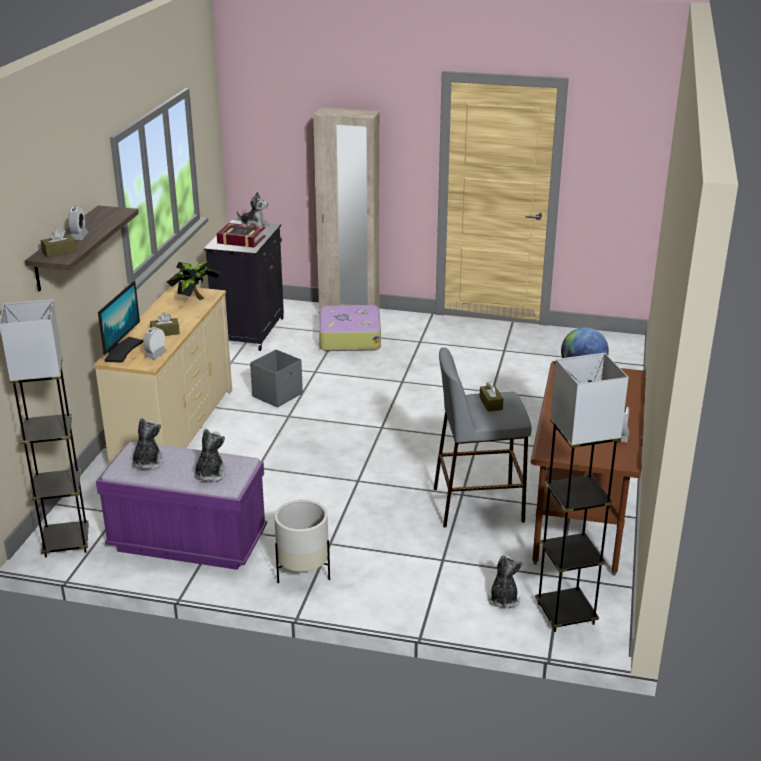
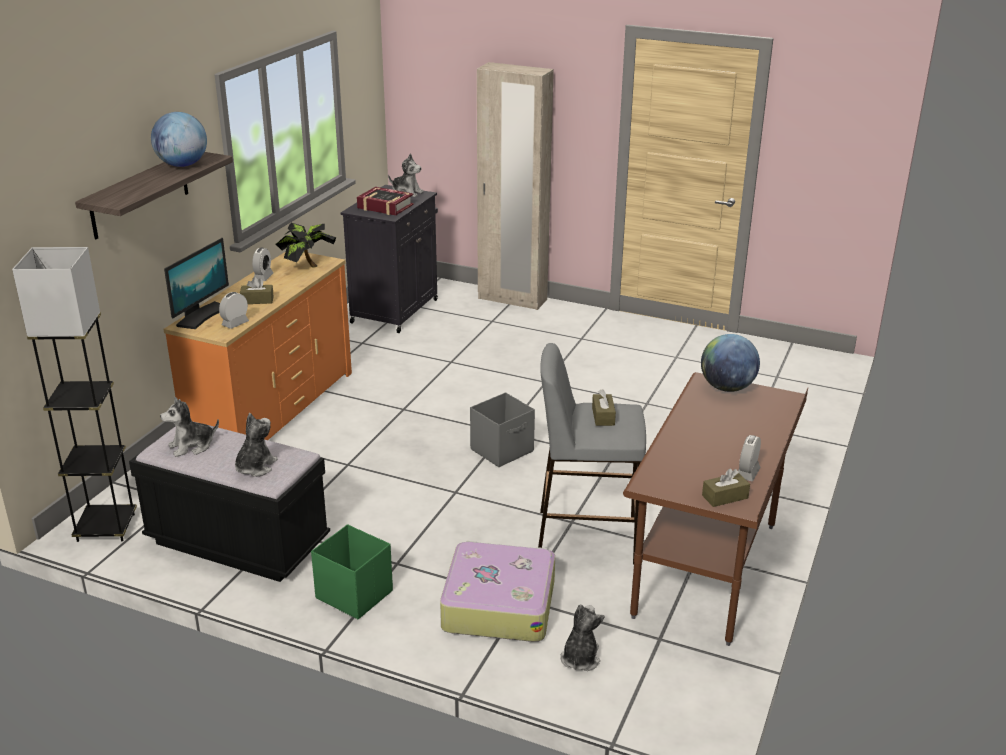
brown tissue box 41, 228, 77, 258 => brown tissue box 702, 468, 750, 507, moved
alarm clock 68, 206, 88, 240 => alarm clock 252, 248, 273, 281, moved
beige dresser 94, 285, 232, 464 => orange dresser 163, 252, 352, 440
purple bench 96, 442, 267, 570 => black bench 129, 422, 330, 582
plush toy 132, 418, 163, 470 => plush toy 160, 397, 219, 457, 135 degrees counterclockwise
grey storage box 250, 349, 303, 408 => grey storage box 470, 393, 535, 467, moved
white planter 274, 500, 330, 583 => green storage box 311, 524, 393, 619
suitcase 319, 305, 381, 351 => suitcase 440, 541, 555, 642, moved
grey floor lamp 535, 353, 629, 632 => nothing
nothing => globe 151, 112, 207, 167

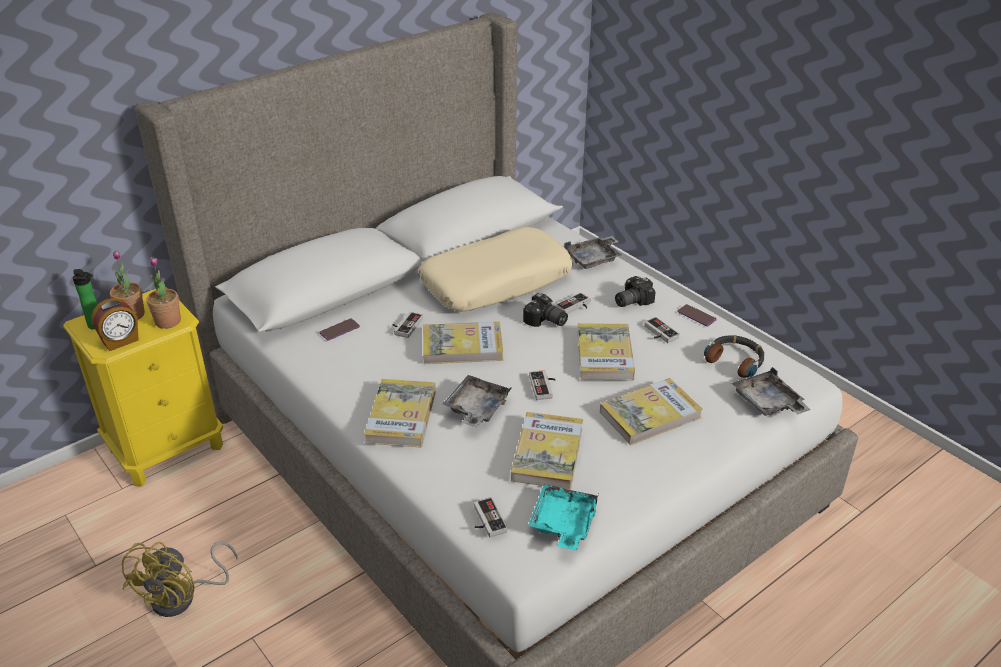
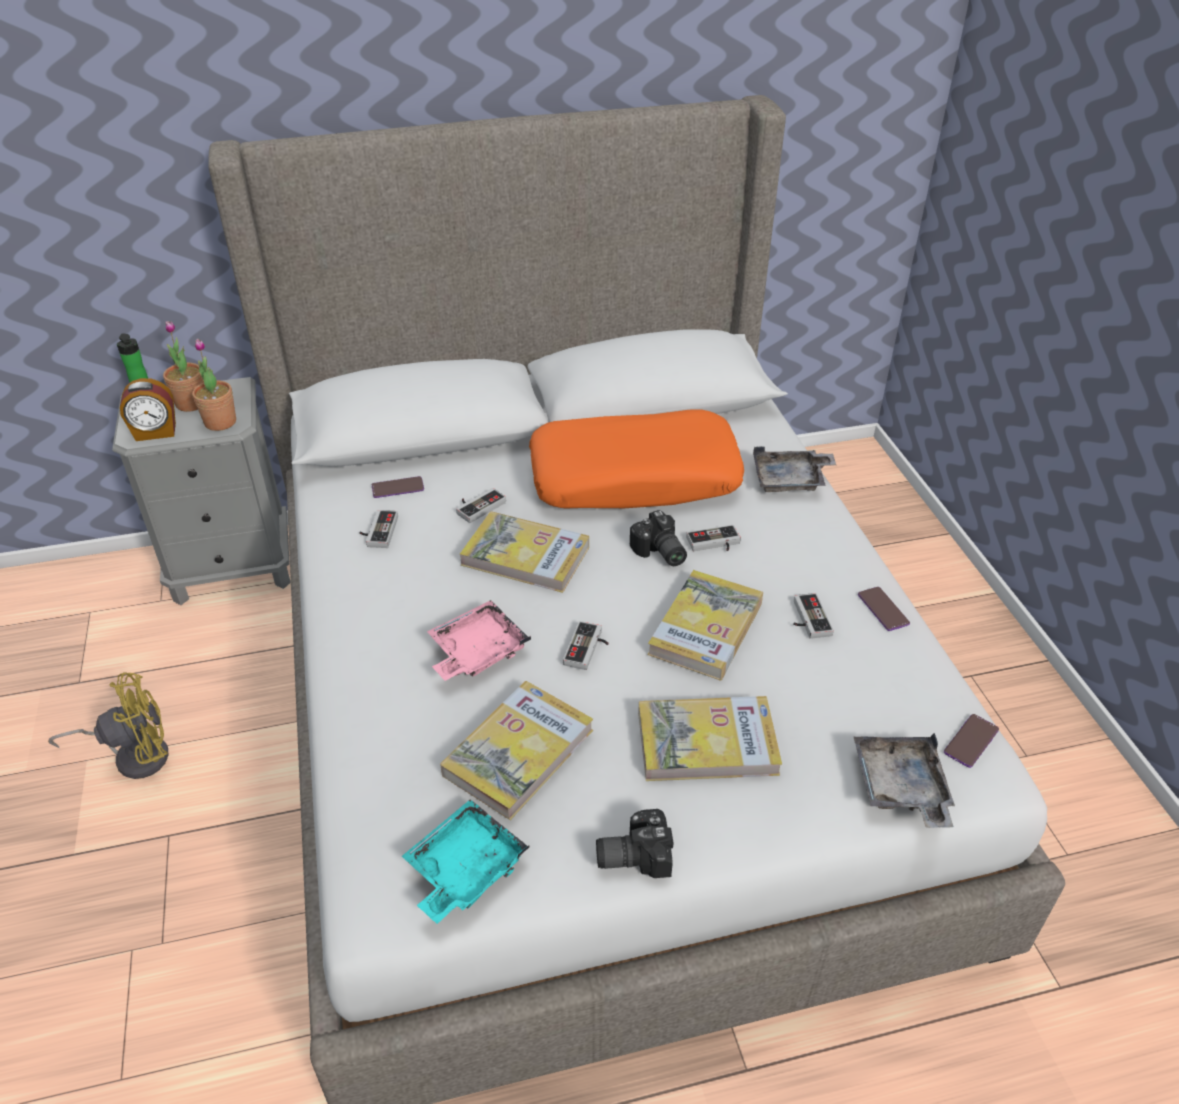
yellow nightstand 63, 287, 223, 486 => grey nightstand 112, 377, 291, 605
yellow fan 122, 541, 237, 617 => yellow fan 48, 672, 168, 779, 150 degrees counterclockwise
book 364, 379, 436, 448 => nothing
beige pillow 419, 227, 573, 312 => orange pillow 529, 410, 744, 509
grey tray 443, 375, 512, 427 => pink tray 427, 600, 531, 681
game controller 474, 497, 508, 538 => game controller 359, 510, 398, 548, moved
photo camera 615, 276, 656, 307 => photo camera 596, 809, 674, 878, moved
headphones 704, 335, 764, 378 => nothing
nothing => phone 944, 714, 999, 768

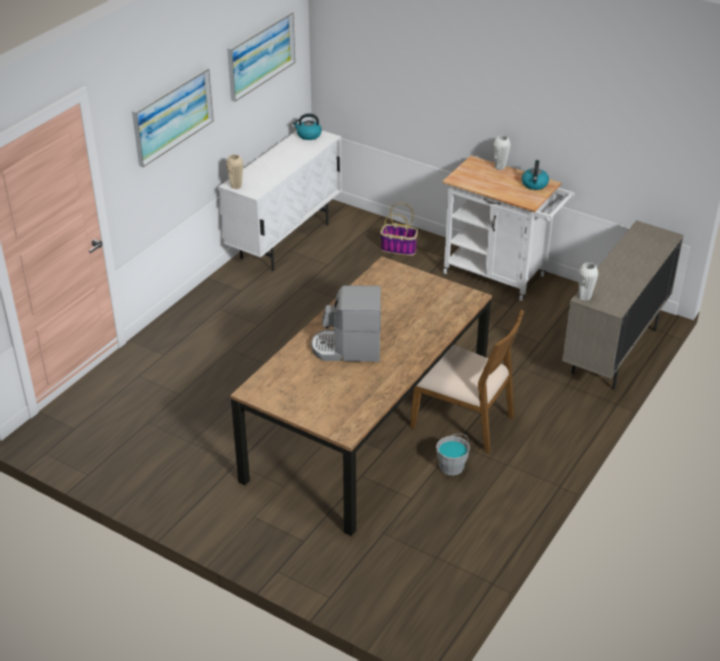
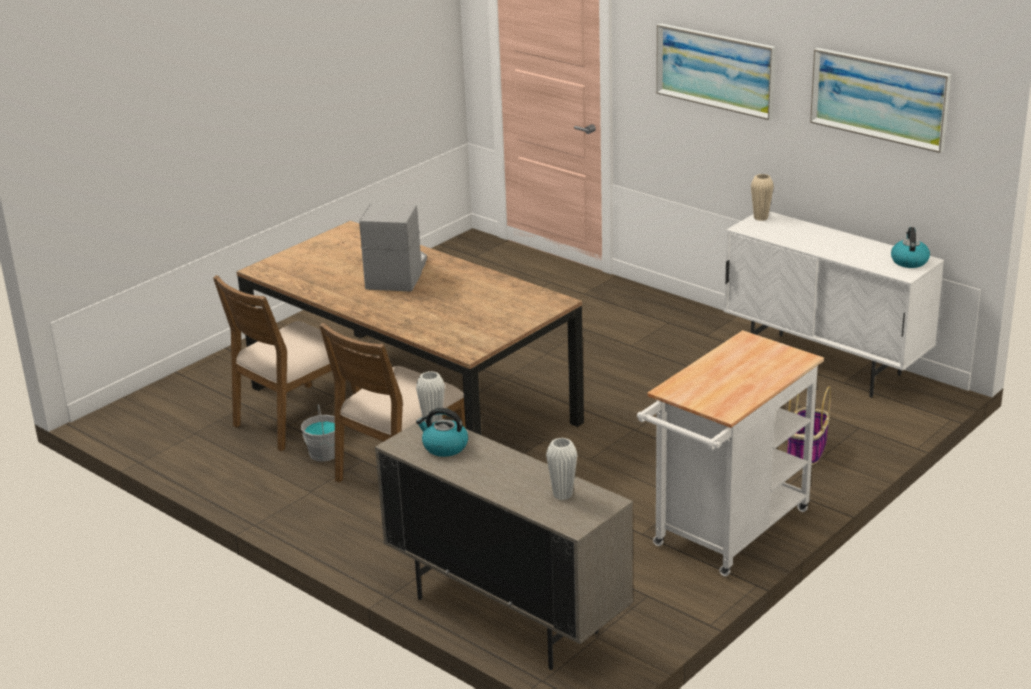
white vase 494, 135, 511, 170 => white vase 546, 438, 577, 500, moved
kettle 522, 160, 549, 190 => kettle 416, 408, 468, 457, moved
nothing => brown chair 213, 275, 361, 451

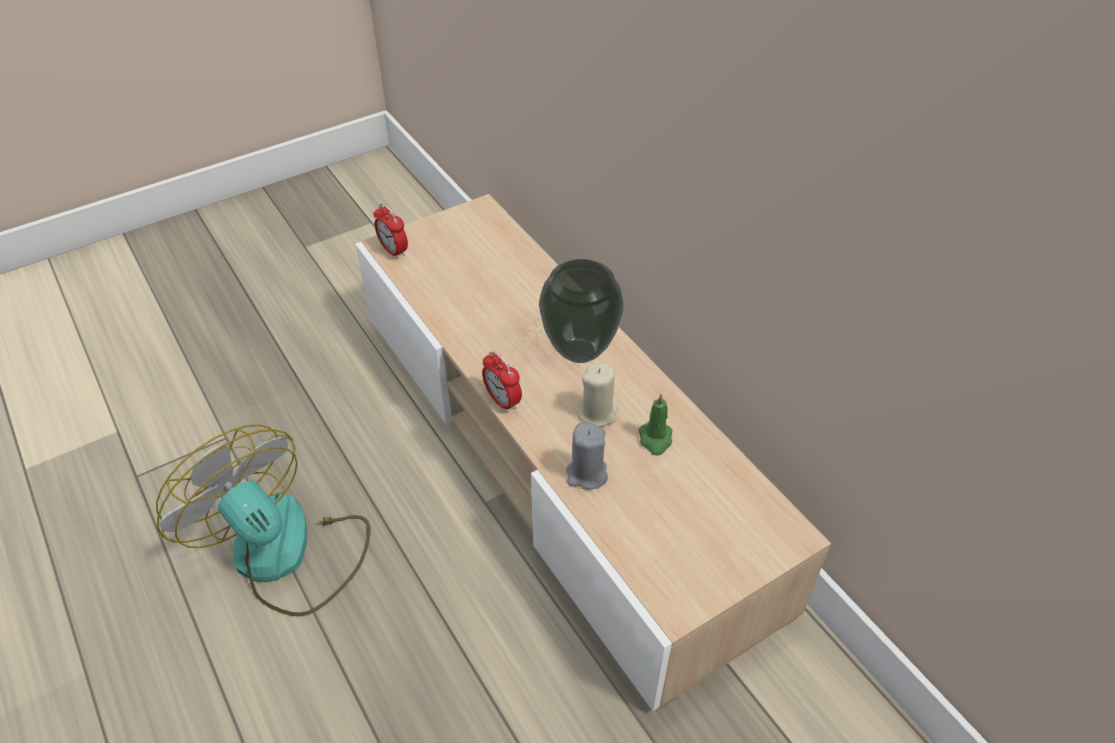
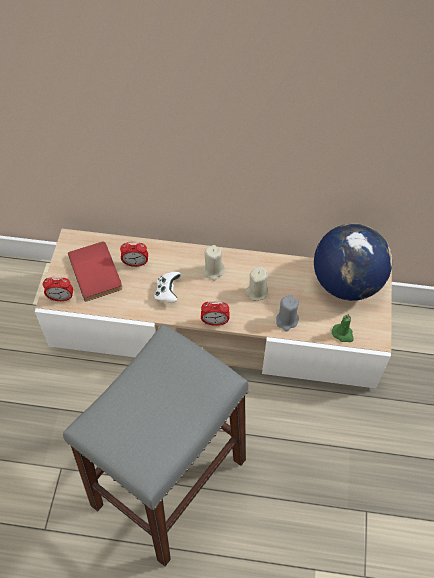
fan 156, 424, 370, 617 => grey stool 63, 324, 248, 566
vase 539, 259, 624, 363 => beige candle 203, 245, 225, 281
green candle 638, 394, 672, 456 => green candle 332, 314, 354, 342, moved
nothing => red book 68, 242, 122, 302
nothing => alarm clock 120, 242, 148, 267
nothing => white game controller 154, 272, 181, 303
nothing => globe 314, 223, 392, 301

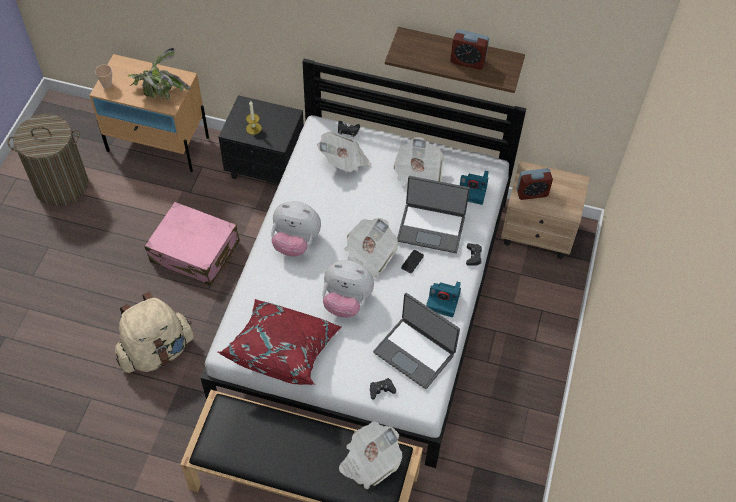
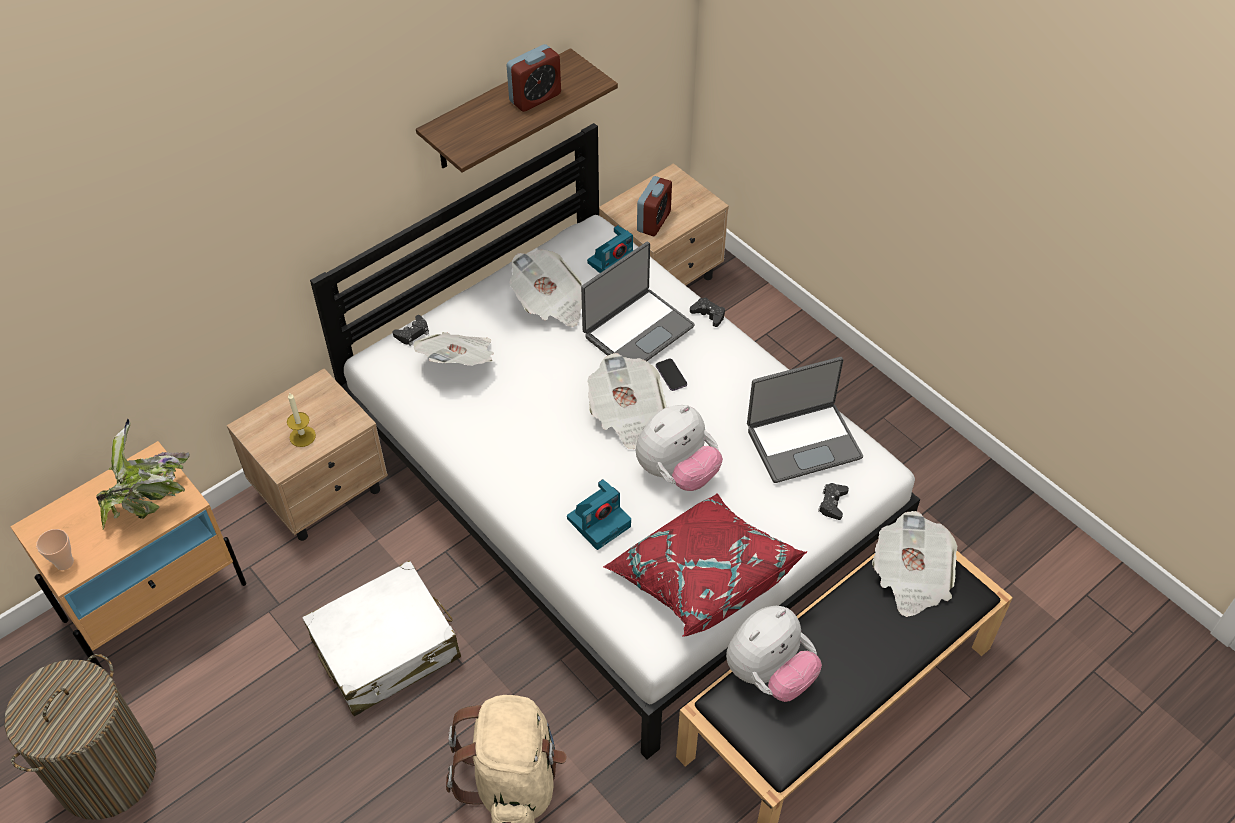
pink suitcase 145, 202, 240, 286 => white suitcase 302, 560, 461, 716
black nightstand 218, 95, 304, 184 => beige nightstand 227, 369, 388, 541
plush toy 271, 201, 321, 257 => plush toy 726, 606, 822, 702, moved
photo camera 426, 282, 461, 317 => photo camera 567, 479, 631, 550, moved

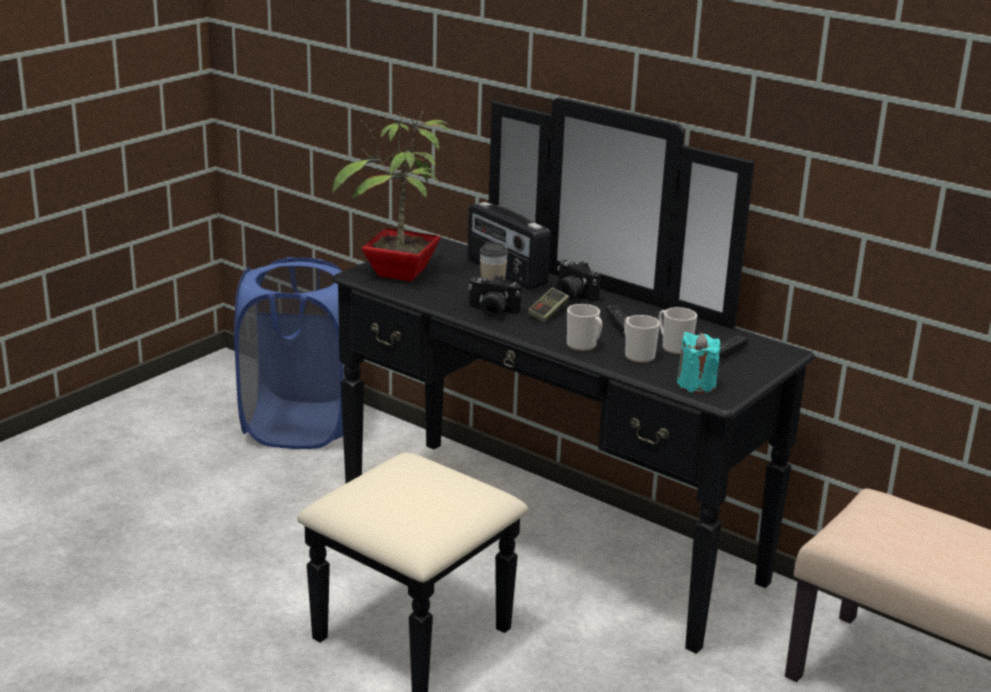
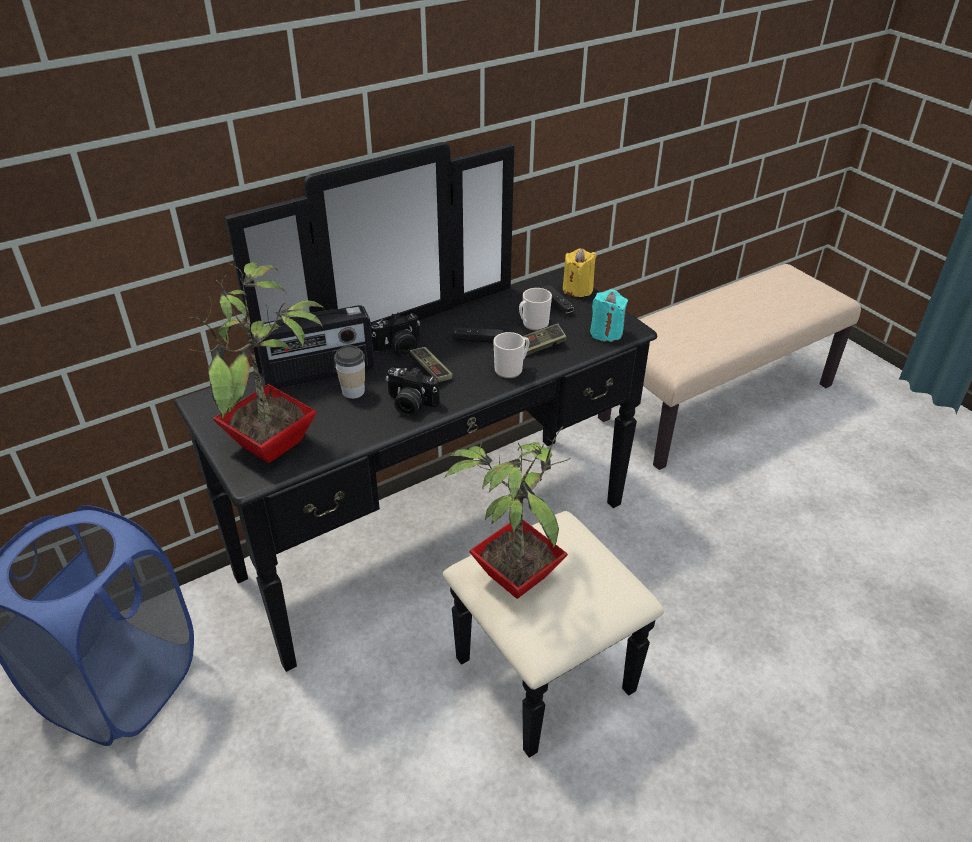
photo camera 468, 275, 521, 318 => photo camera 386, 368, 440, 416, 75 degrees clockwise
mug 624, 315, 660, 363 => game controller 522, 323, 567, 356
nothing => potted plant 445, 426, 571, 599
nothing => yellow candle 563, 248, 597, 297

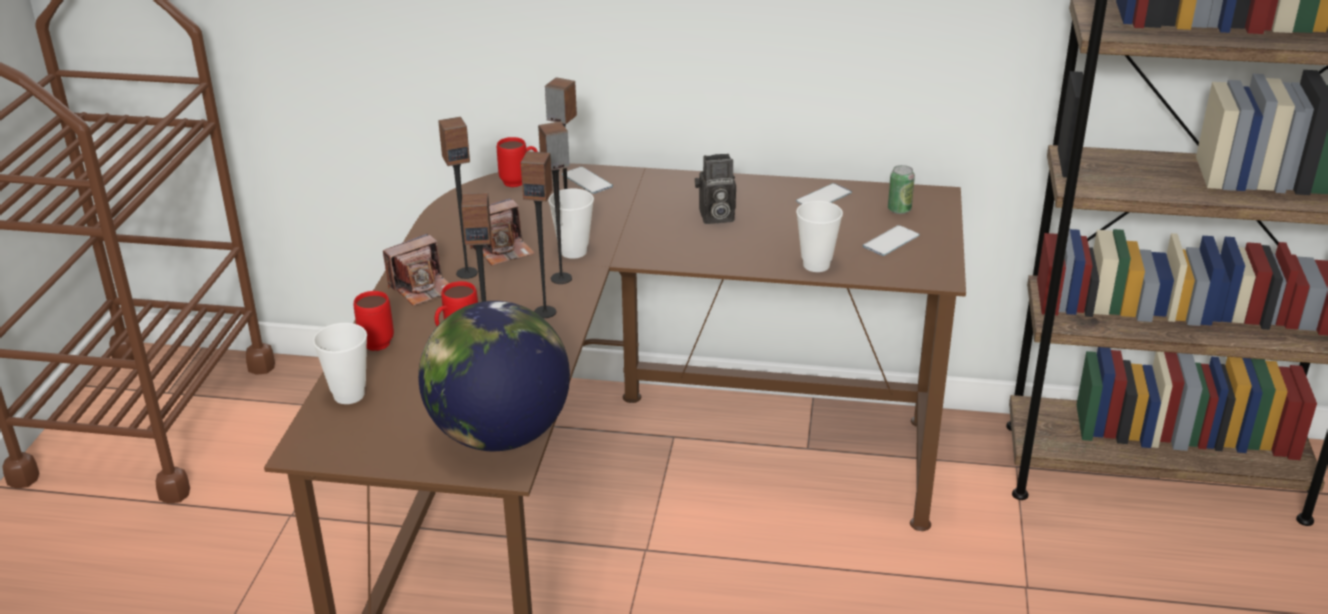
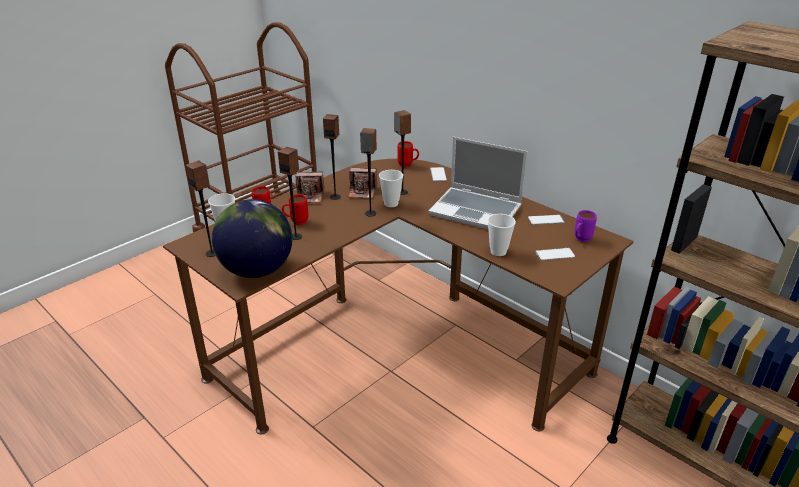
speaker 521, 151, 556, 318 => speaker 186, 161, 216, 257, moved
photo camera 695, 154, 736, 224 => laptop 428, 137, 527, 230
can 888, 165, 915, 214 => purple mug 574, 210, 597, 242

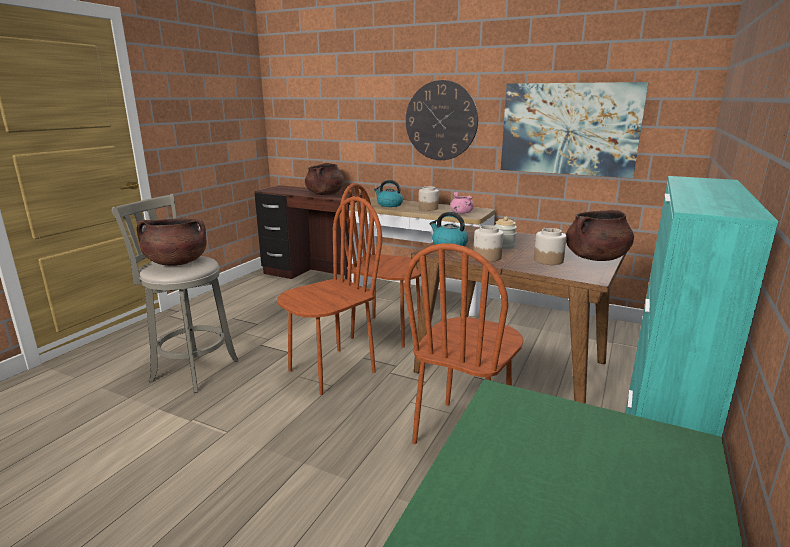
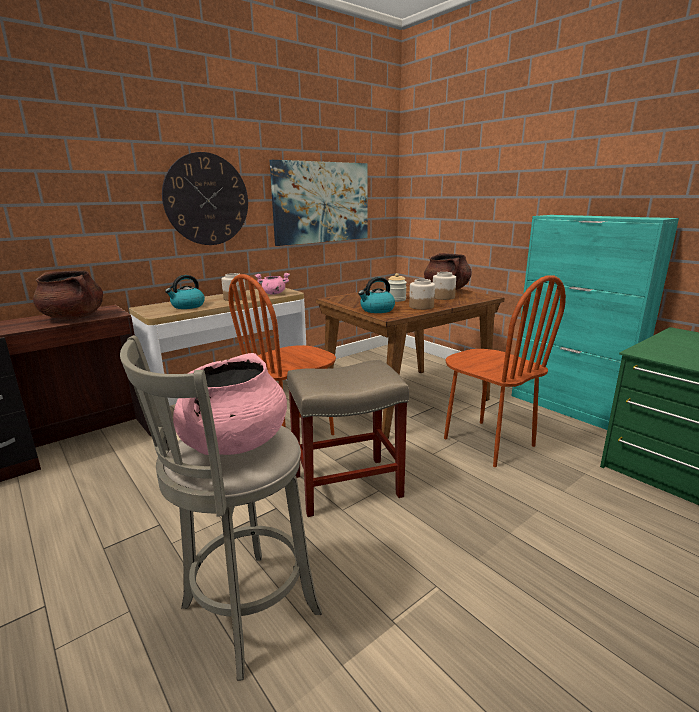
brown cooking pot 137, 218, 207, 266 => pink cooking pot 173, 353, 287, 455
brown chair 277, 196, 382, 395 => beige stool 287, 360, 409, 517

